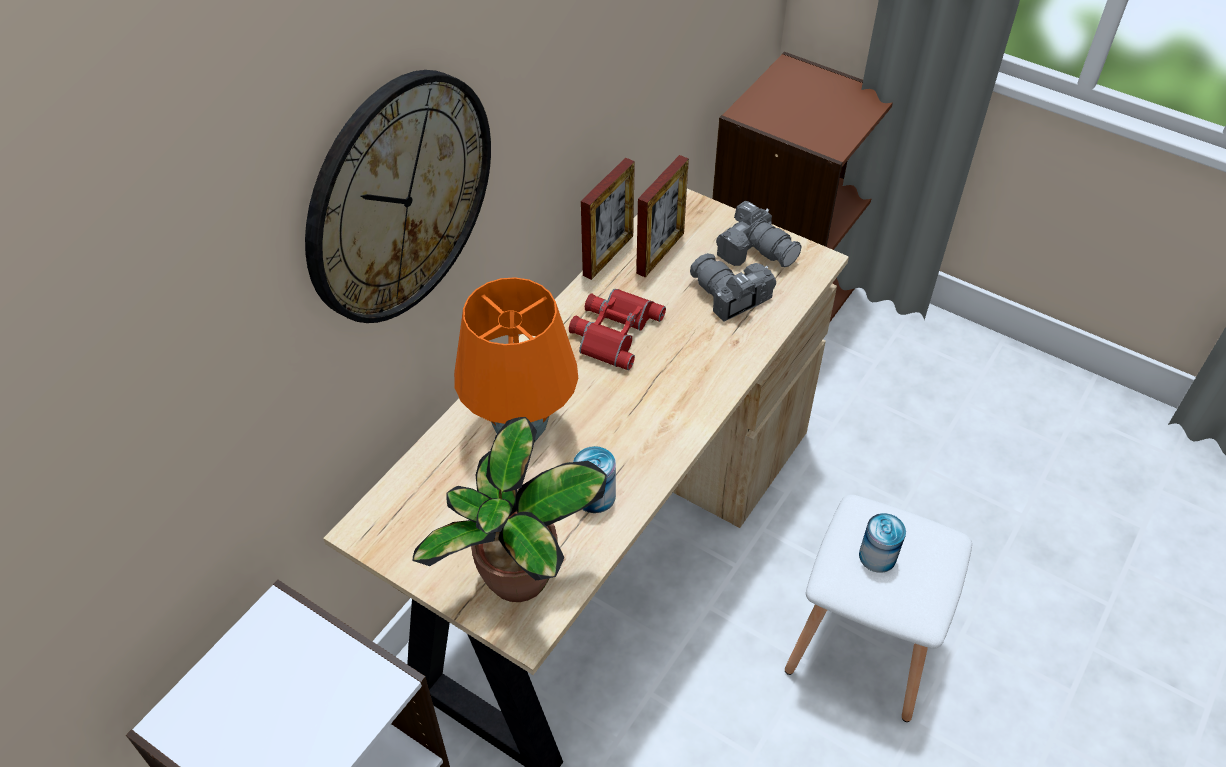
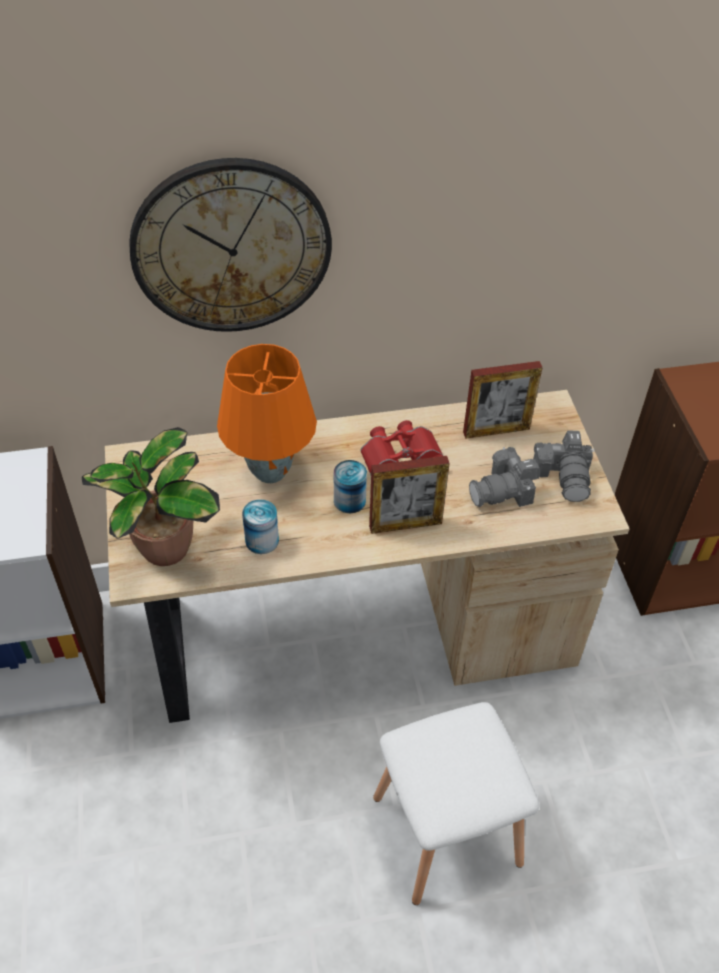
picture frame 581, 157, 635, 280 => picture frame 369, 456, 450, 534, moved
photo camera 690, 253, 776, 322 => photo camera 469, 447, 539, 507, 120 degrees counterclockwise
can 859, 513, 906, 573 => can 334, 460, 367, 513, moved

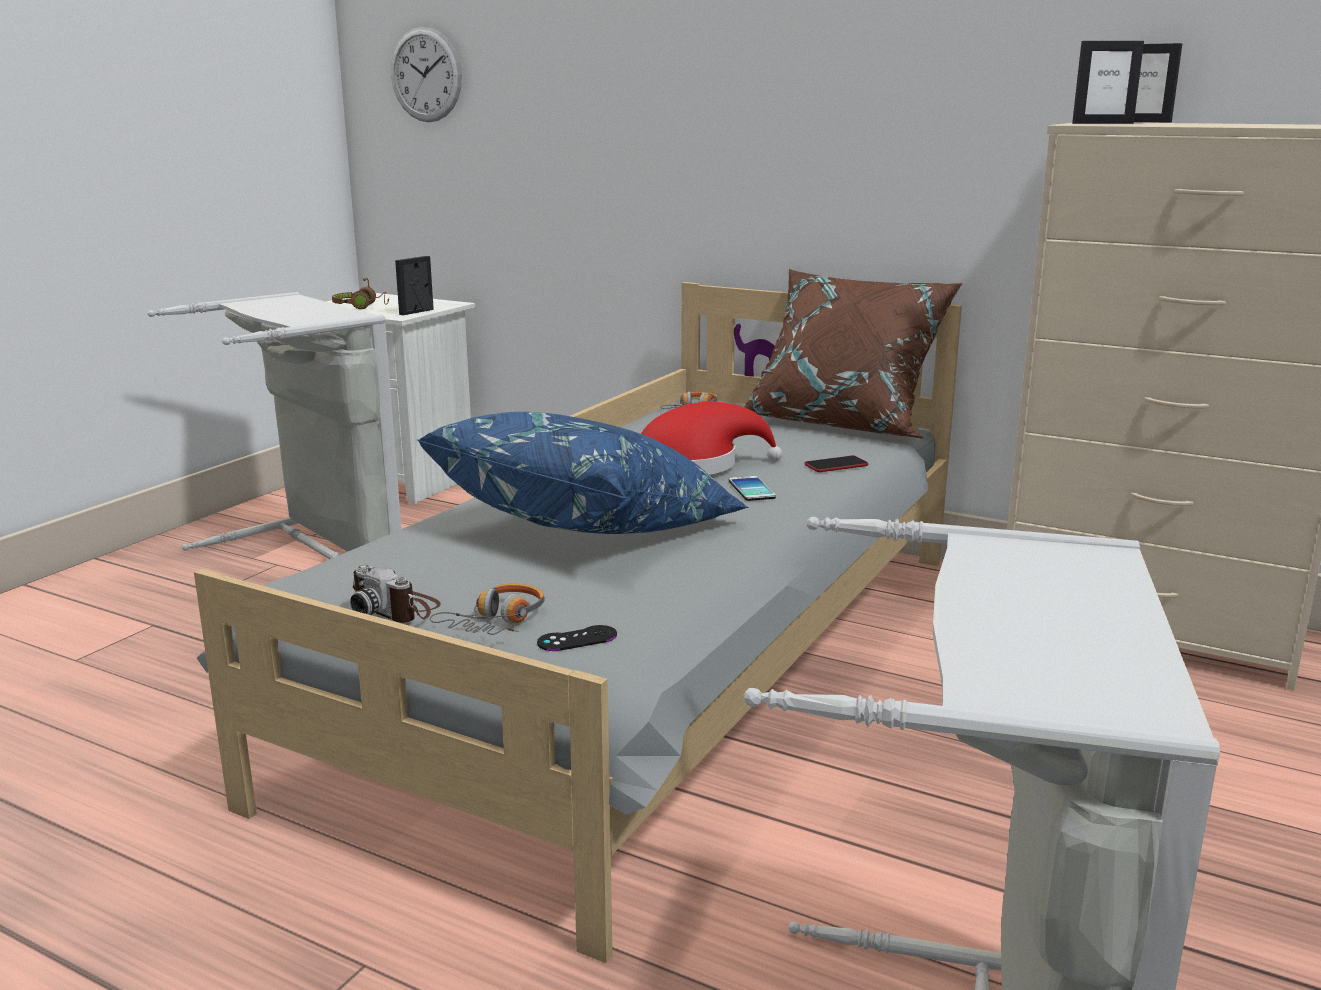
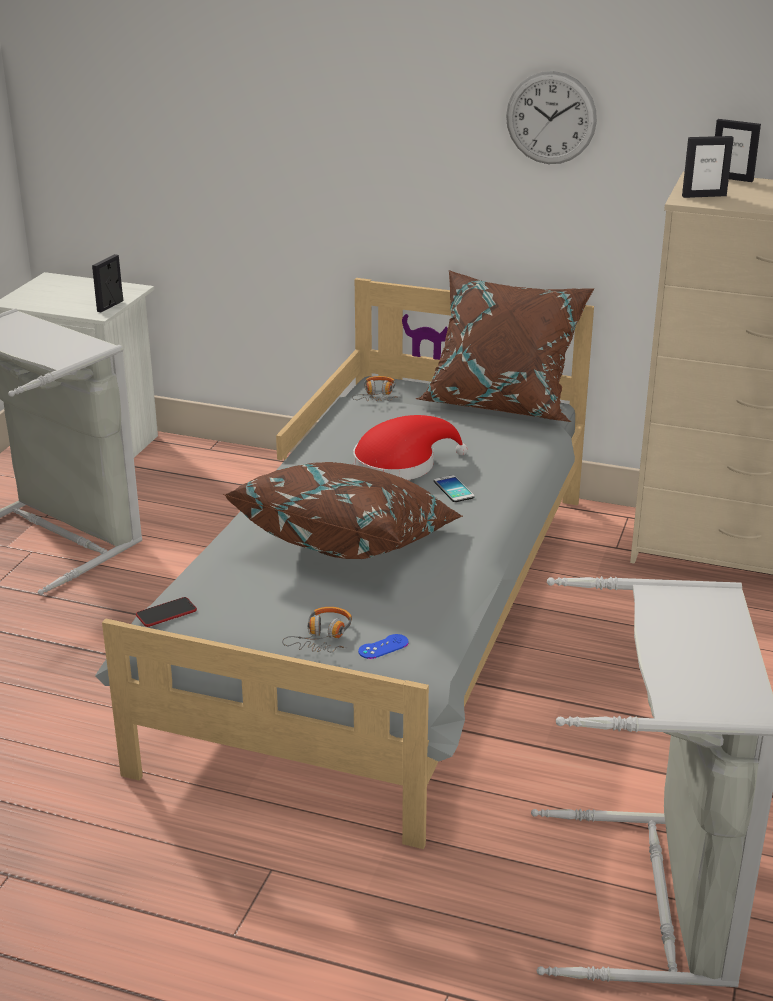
brown headphones 332, 278, 389, 309 => nothing
photo camera 350, 564, 441, 623 => nothing
wall clock 391, 27, 462, 122 => wall clock 506, 71, 597, 164, moved
blue pillow 417, 412, 749, 534 => brown pillow 223, 462, 463, 559
black game controller 537, 625, 617, 651 => blue game controller 358, 634, 409, 659
phone 804, 456, 868, 472 => phone 136, 597, 197, 627, moved

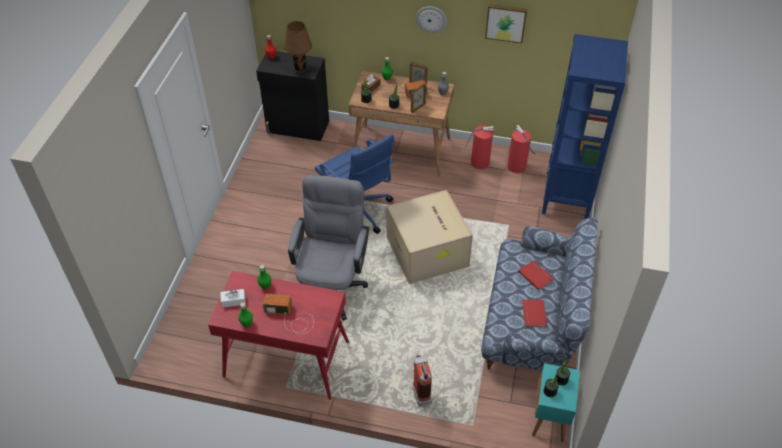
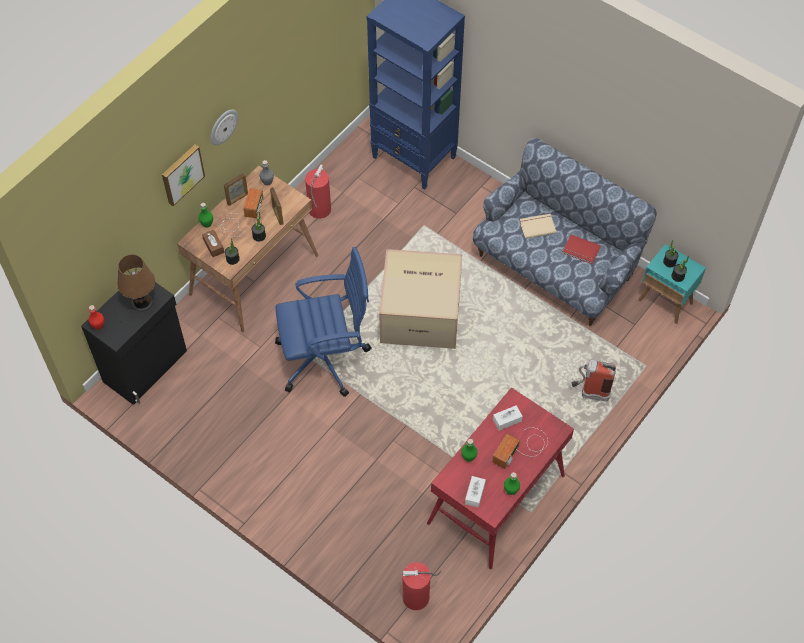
grey office chair 288, 175, 369, 321 => nothing
picture 485, 4, 527, 44 => picture 162, 145, 205, 206, moved
fire extinguisher 507, 125, 536, 173 => fire extinguisher 402, 562, 441, 610, moved
red book 518, 260, 554, 291 => beige book 520, 214, 556, 239
nothing => white tissue box 493, 405, 523, 431

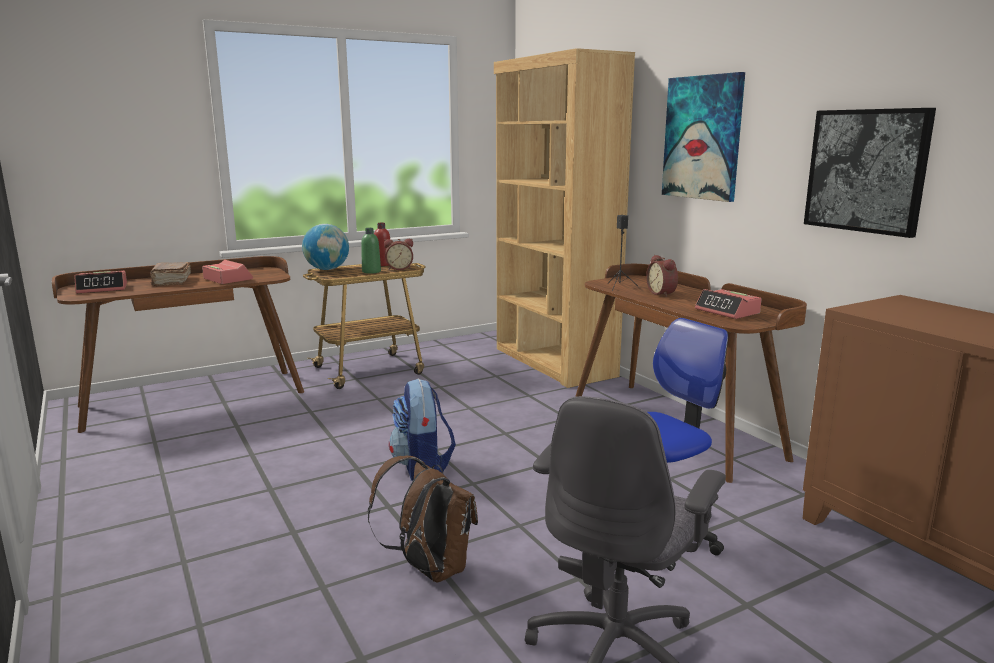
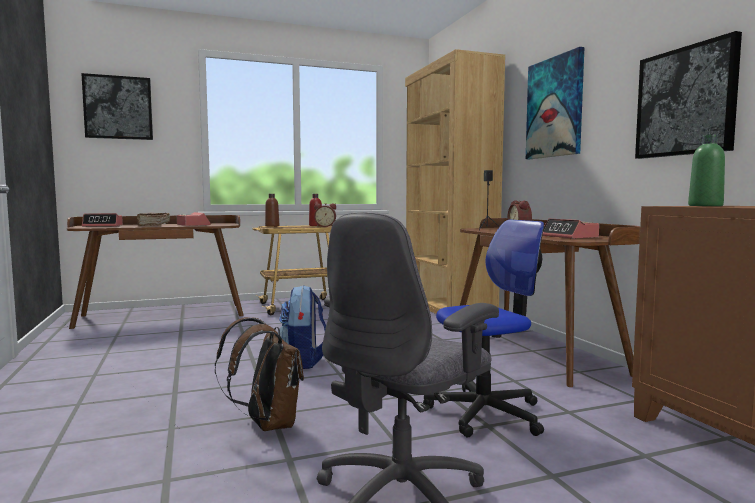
globe 302, 224, 349, 270 => brown bottle 265, 194, 279, 227
green bottle 361, 228, 381, 274 => green bottle 688, 134, 725, 206, moved
nothing => picture 81, 73, 153, 140

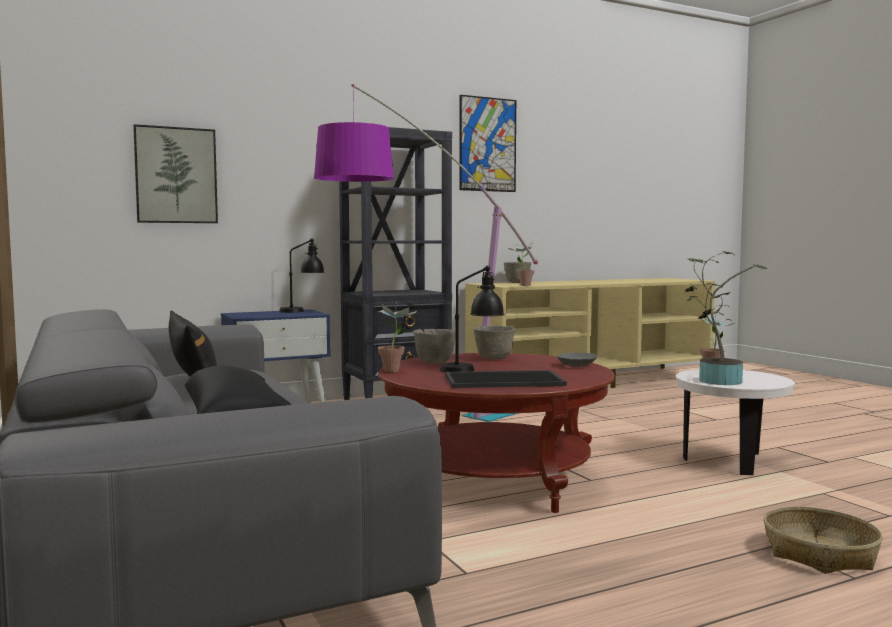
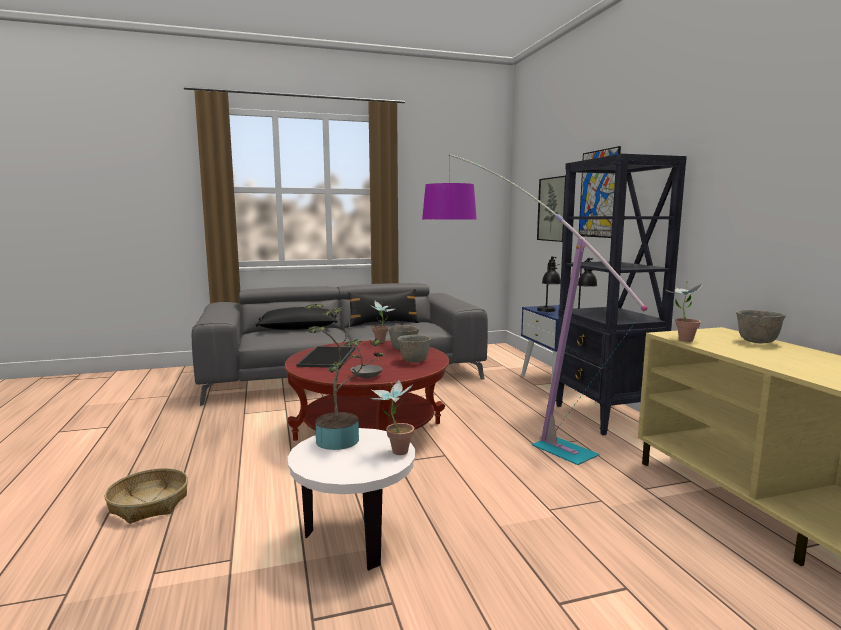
black table lamp 440, 266, 505, 372 => black table lamp 537, 256, 561, 312, moved
picture 459, 95, 516, 192 => picture 579, 146, 621, 238, moved

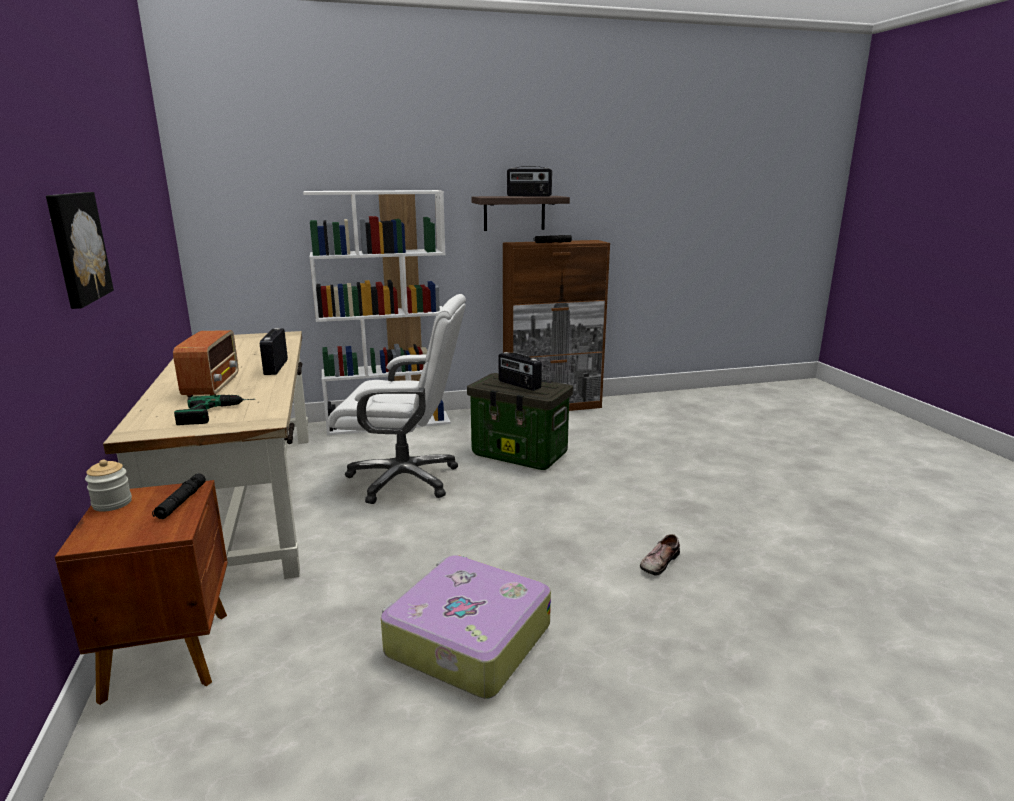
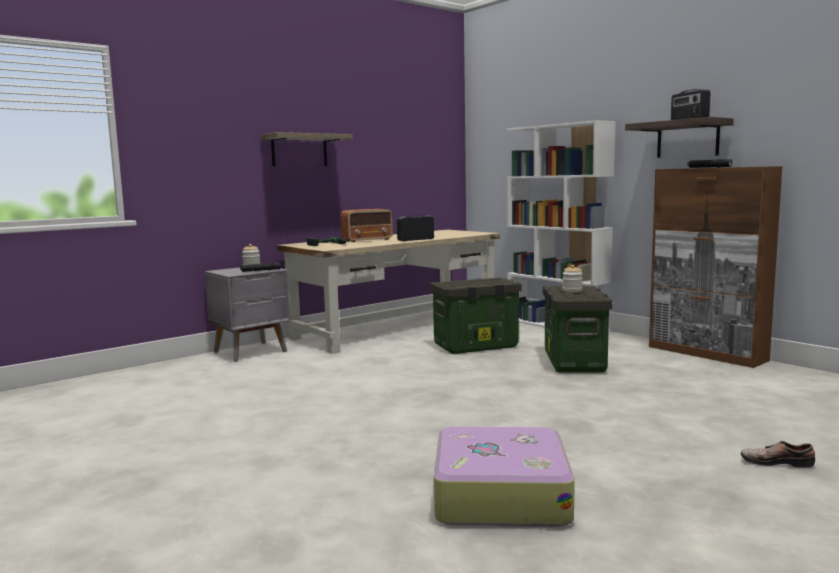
picture 46, 192, 114, 309 => shelf 260, 132, 353, 166
brown nightstand 55, 480, 228, 705 => grey nightstand 205, 267, 290, 362
white office chair 328, 294, 466, 504 => storage box 430, 278, 522, 354
suitcase 381, 555, 551, 699 => suitcase 434, 427, 575, 527, moved
radio 498, 352, 542, 391 => jar 562, 265, 583, 292
shoe 640, 534, 680, 576 => shoe 741, 441, 815, 468, moved

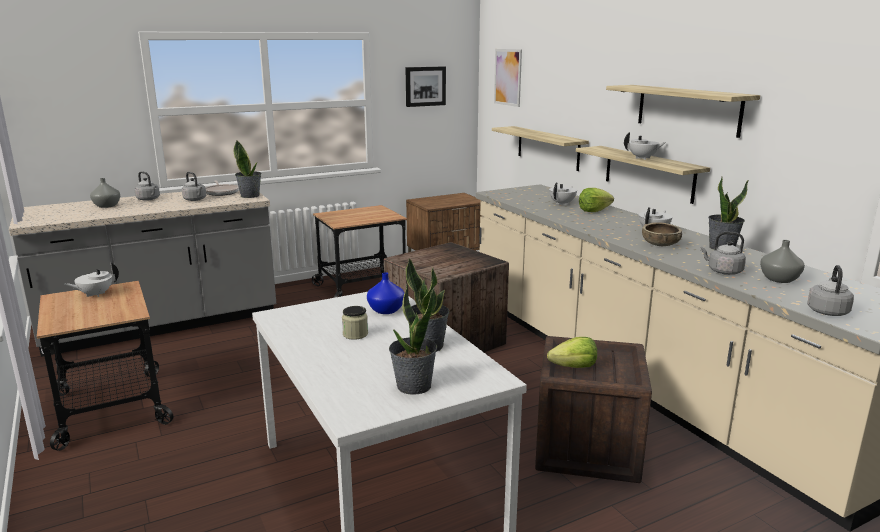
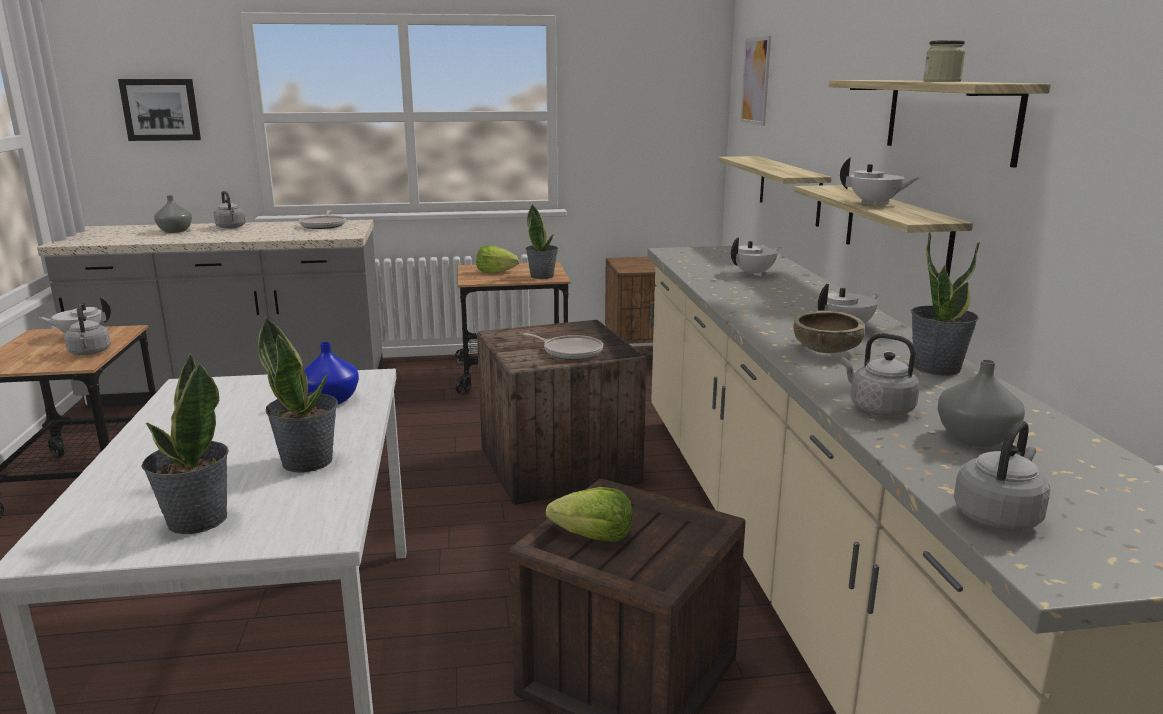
grey kettle 182, 172, 206, 201 => grey kettle 64, 305, 111, 355, moved
potted plant 234, 141, 261, 198 => potted plant 526, 205, 558, 279, moved
jar 342, 306, 368, 340 => jar 923, 40, 965, 82, moved
picture 405, 66, 446, 107 => picture 118, 79, 201, 141, moved
lettuce 579, 188, 614, 212 => lettuce 476, 245, 520, 274, moved
nothing => frying pan 523, 333, 603, 360

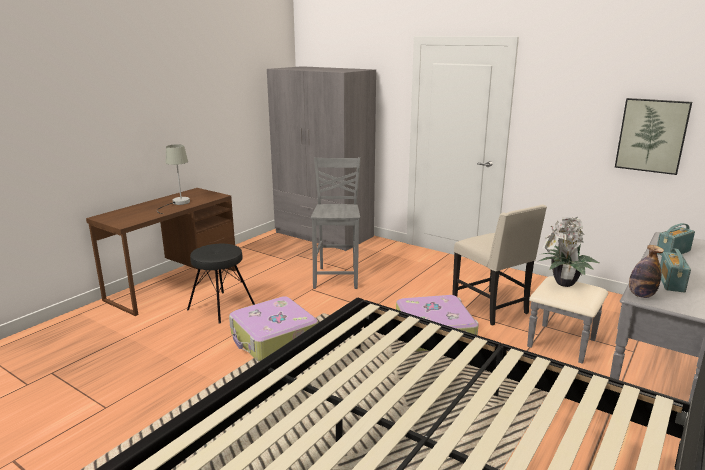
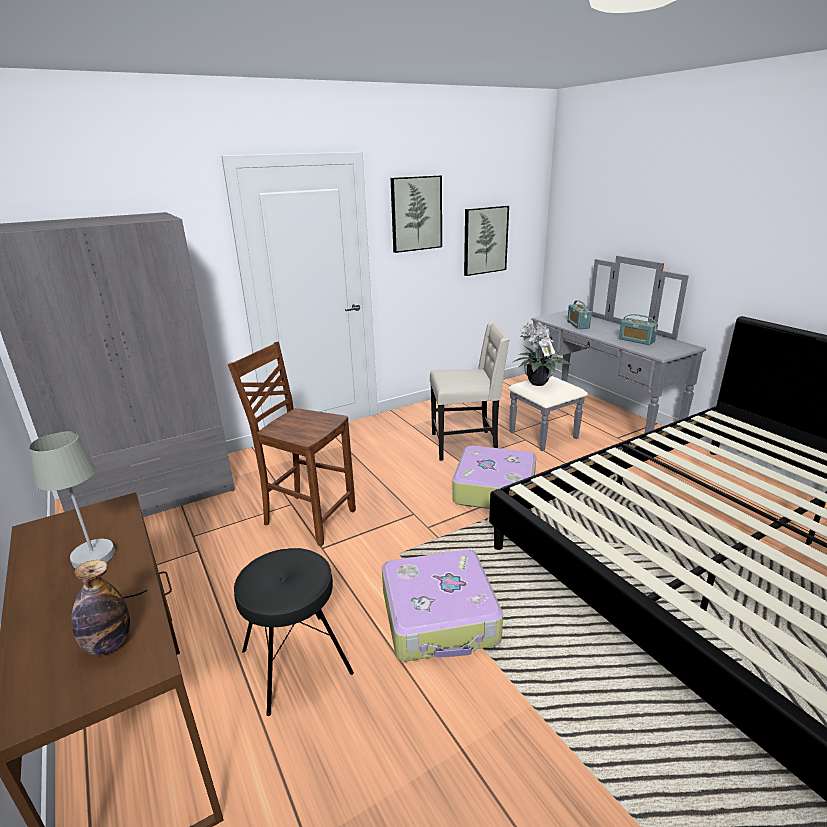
grey chair 311, 157, 361, 289 => brown chair 228, 342, 356, 546
bottle 629, 245, 664, 298 => bottle 72, 560, 130, 655, moved
nothing => picture 391, 175, 442, 253

